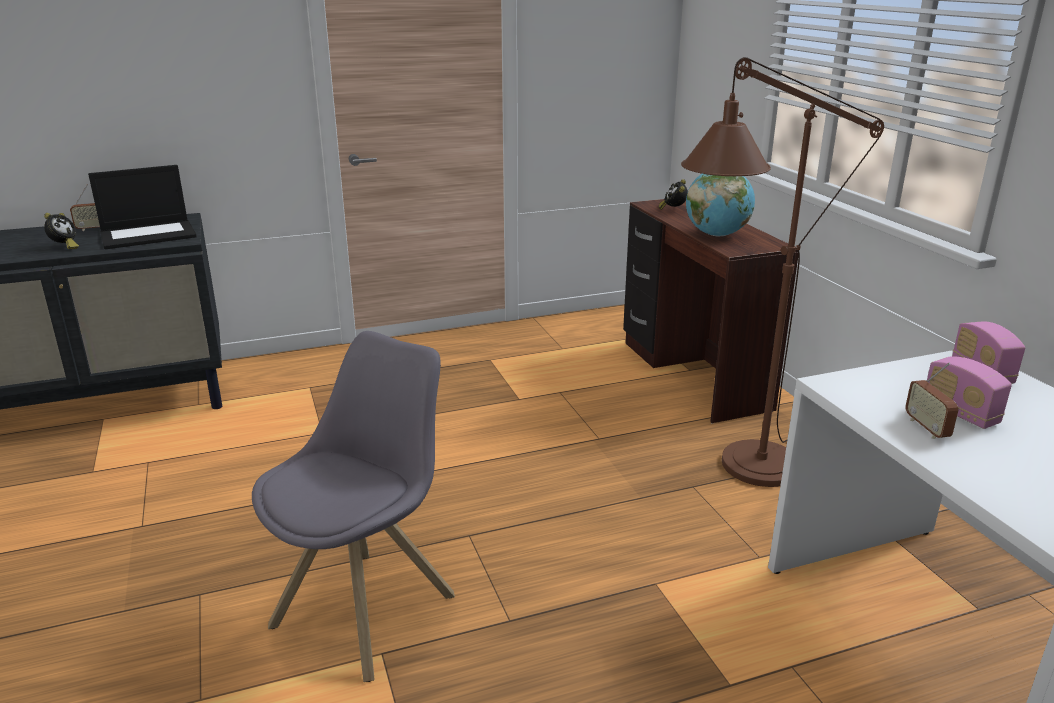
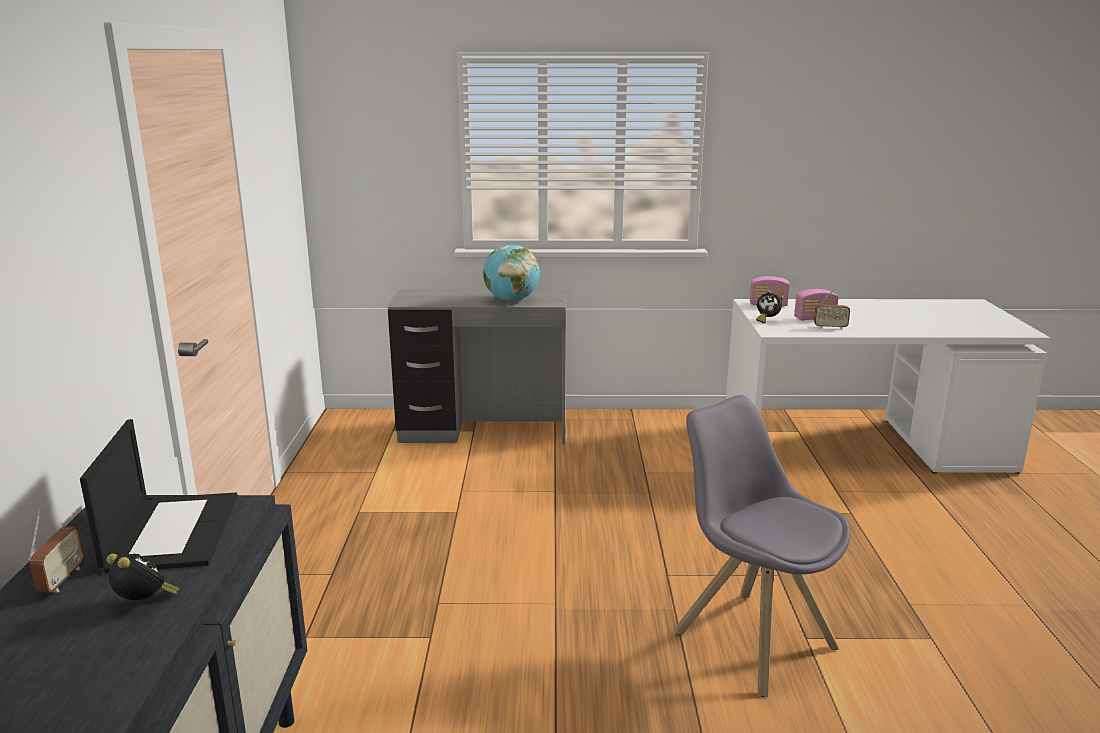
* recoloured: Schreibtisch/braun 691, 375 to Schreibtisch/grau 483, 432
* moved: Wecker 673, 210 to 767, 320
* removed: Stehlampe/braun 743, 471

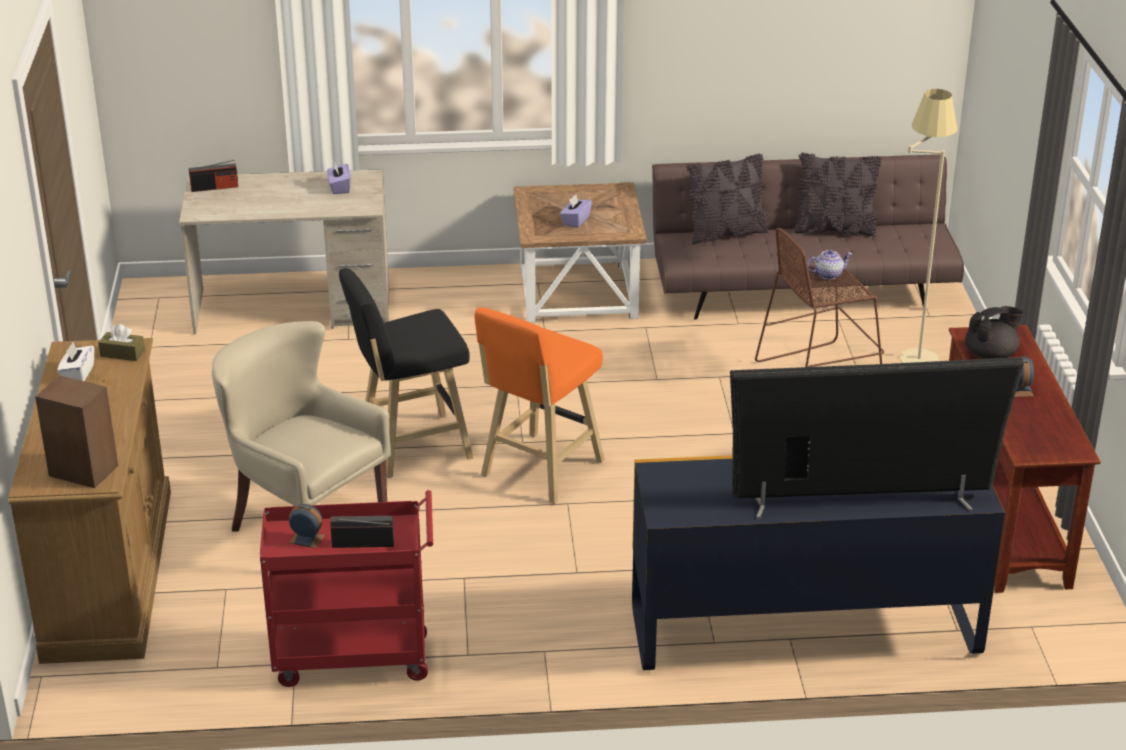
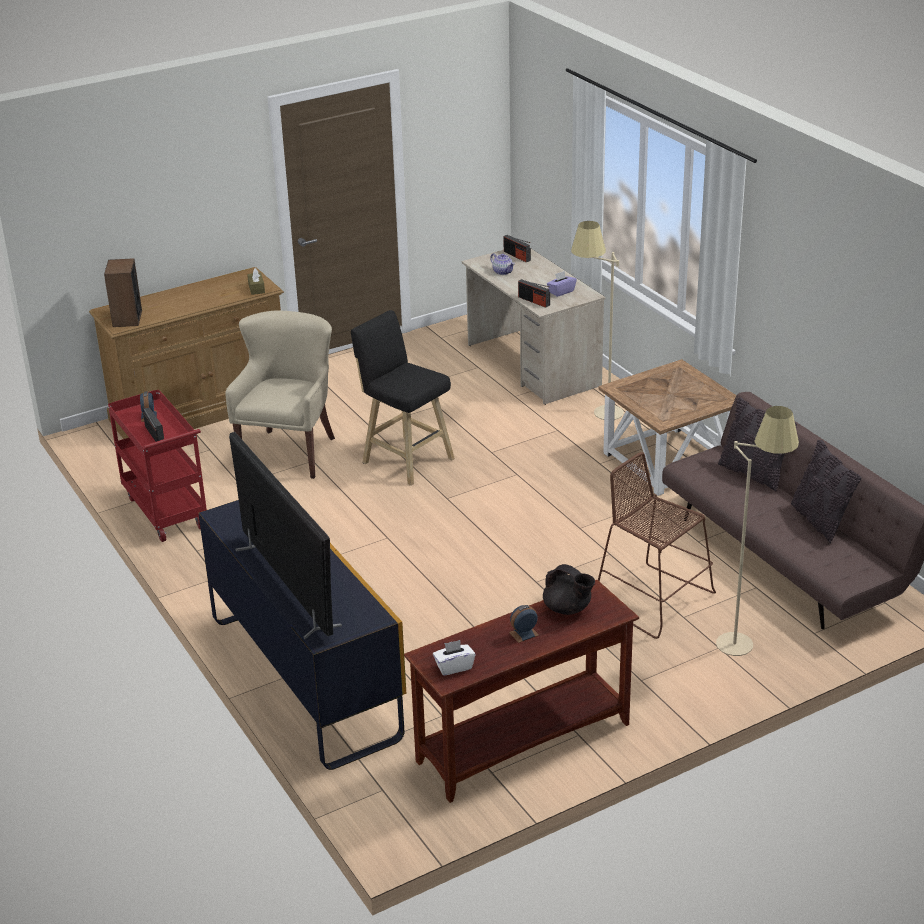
* moved: Taschentuchbox/weiß 78, 374 to 454, 667
* removed: Hocker/orange 539, 471
* removed: Taschentuchbox/lila 575, 221
* moved: Teekanne 828, 274 to 503, 272
* added: Radio 534, 301
* added: Stehlampe/beige 596, 416

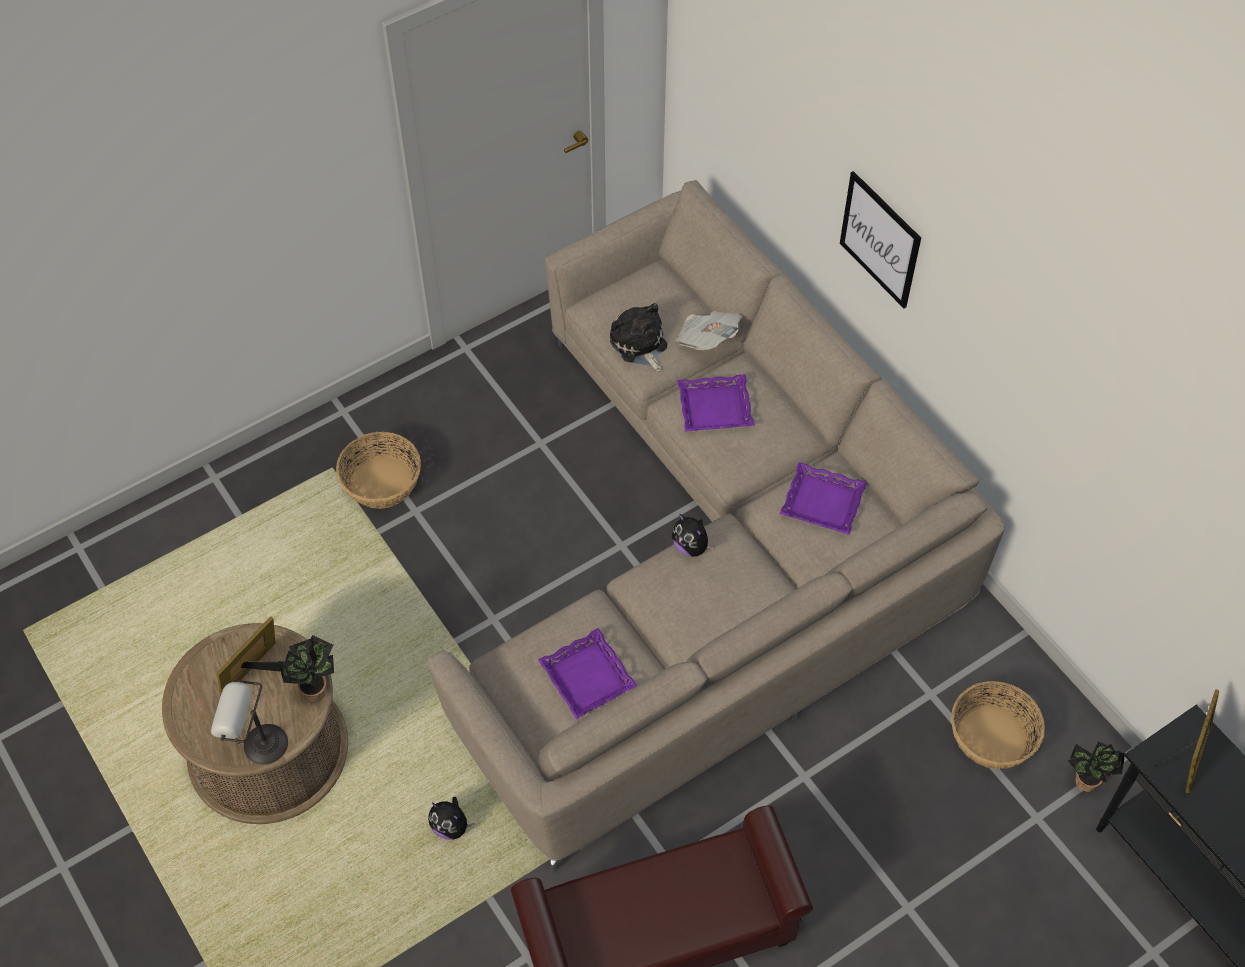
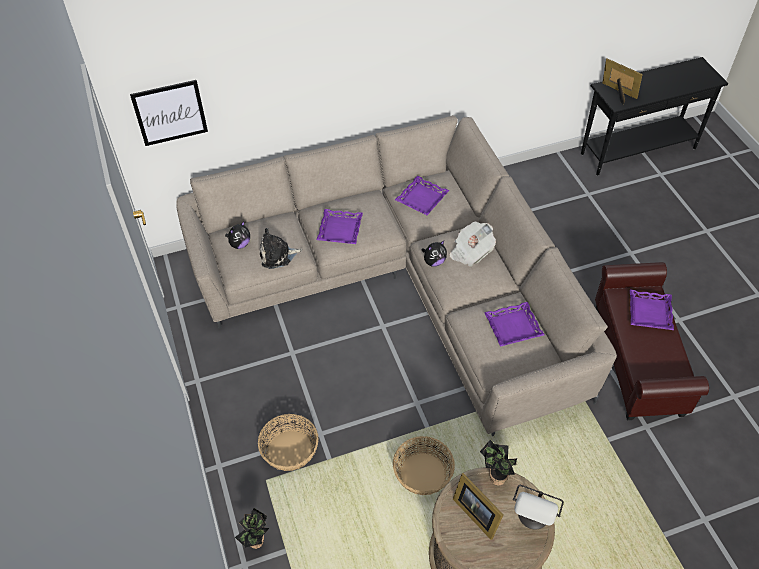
* moved: Plüschtier 451, 826 to 239, 244
* moved: Zeitung 707, 339 to 471, 252
* moved: Bild 880, 239 to 170, 113
* moved: Korb 991, 736 to 422, 473
* moved: Topfpflanze 1084, 784 to 257, 543
* added: Tablett/lila 649, 312

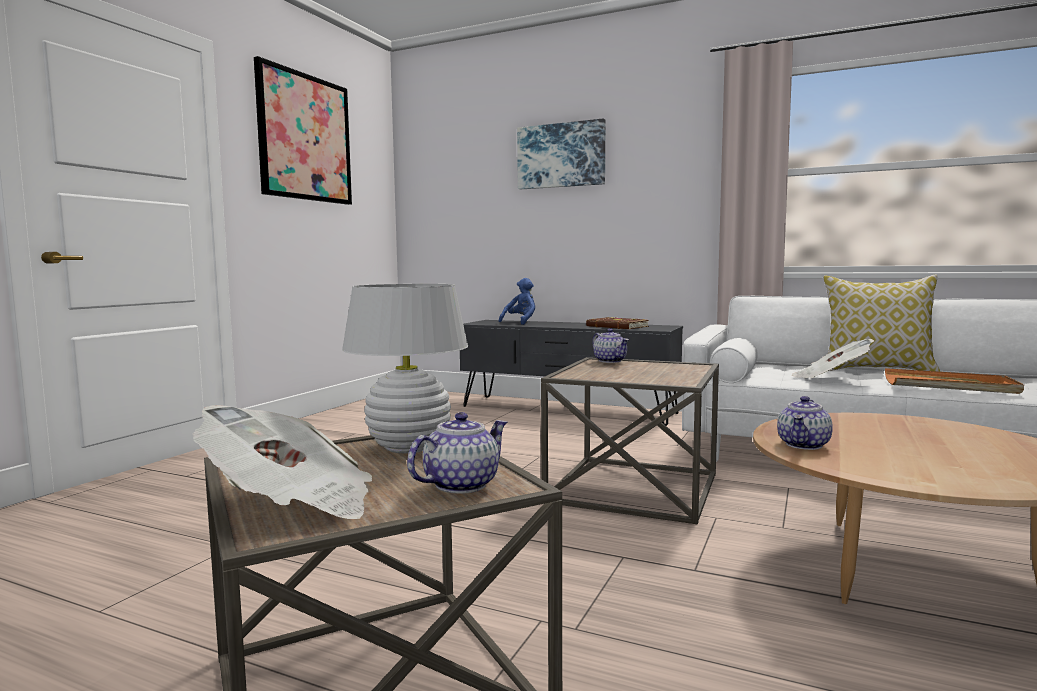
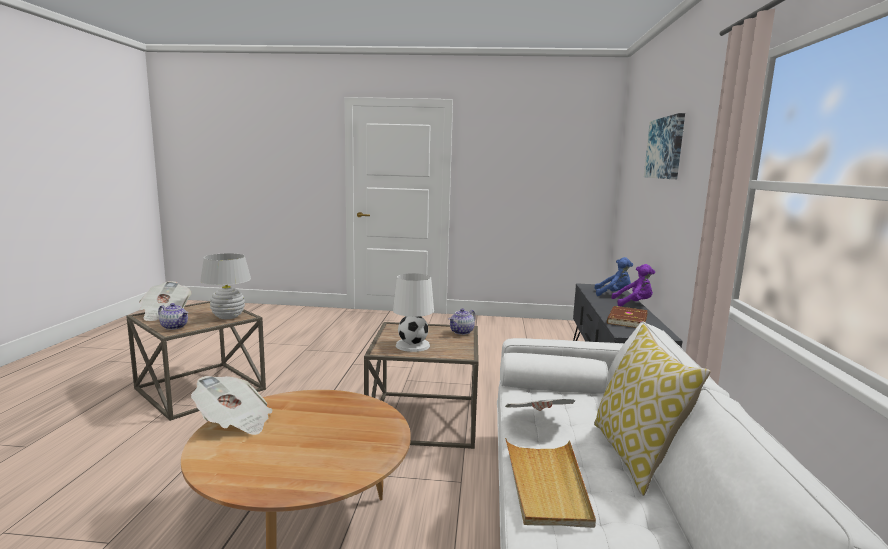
* removed: Bild 305, 137
* removed: Teekanne 804, 445
* recoloured: Tablett/orange 950, 385 to Tablett/beige 546, 484
* added: Zeitung 235, 422
* added: Tischlampe/weiß 413, 345
* added: Plüschtier/lila 633, 304

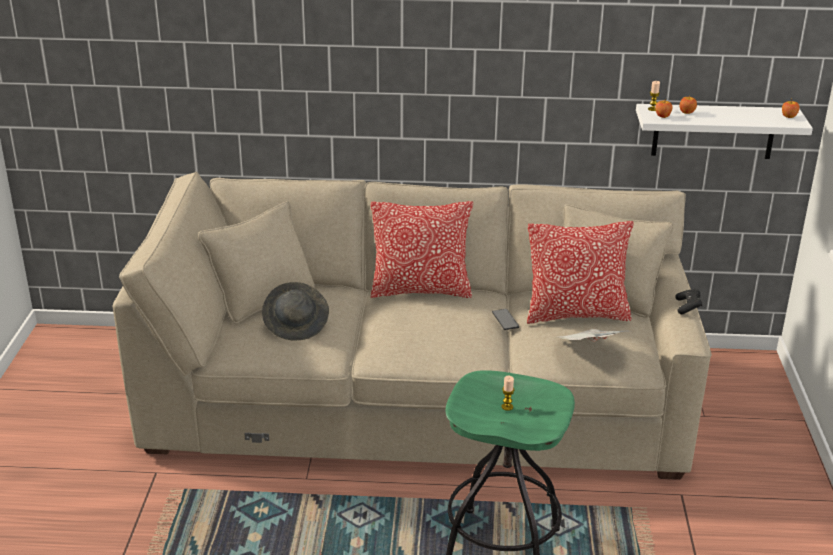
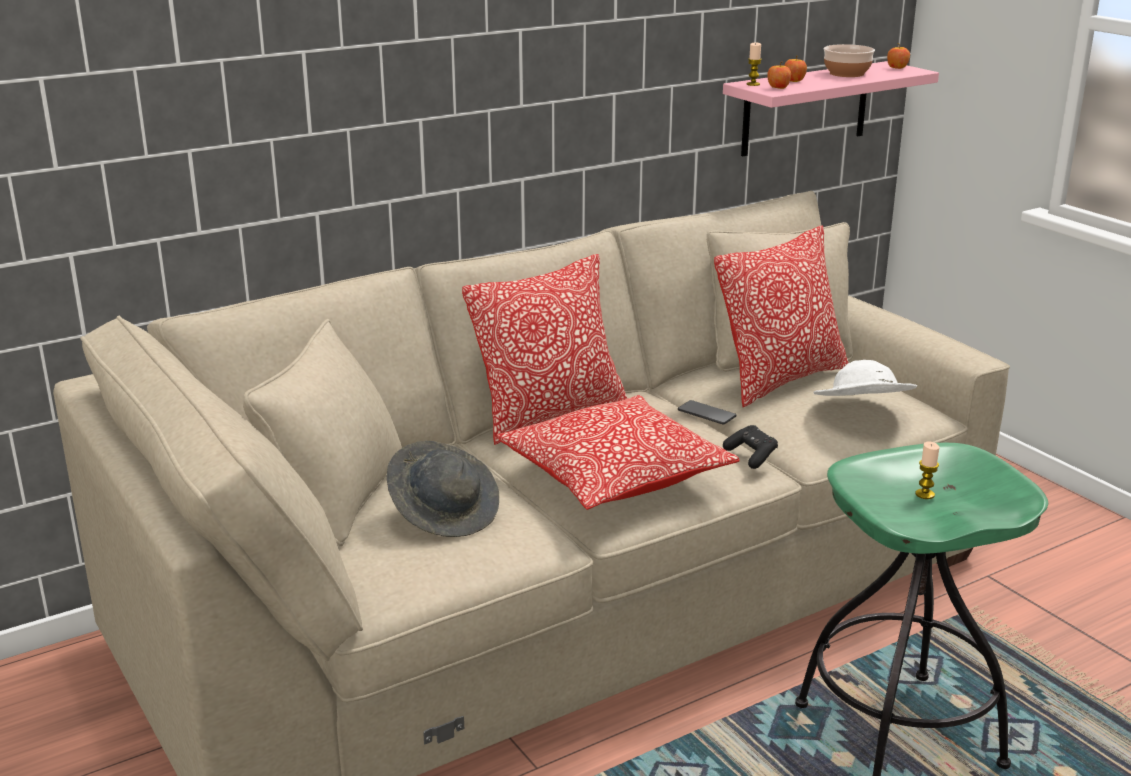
* replaced: Zeitung 591, 352 to Hut/weiß 861, 412
* recoloured: Wandregal/weiß 713, 131 to Wandregal/rosa 805, 108
* moved: Gamepad/schwarz 688, 307 to 751, 456
* added: Kissen 615, 476
* added: Schüssel 846, 73

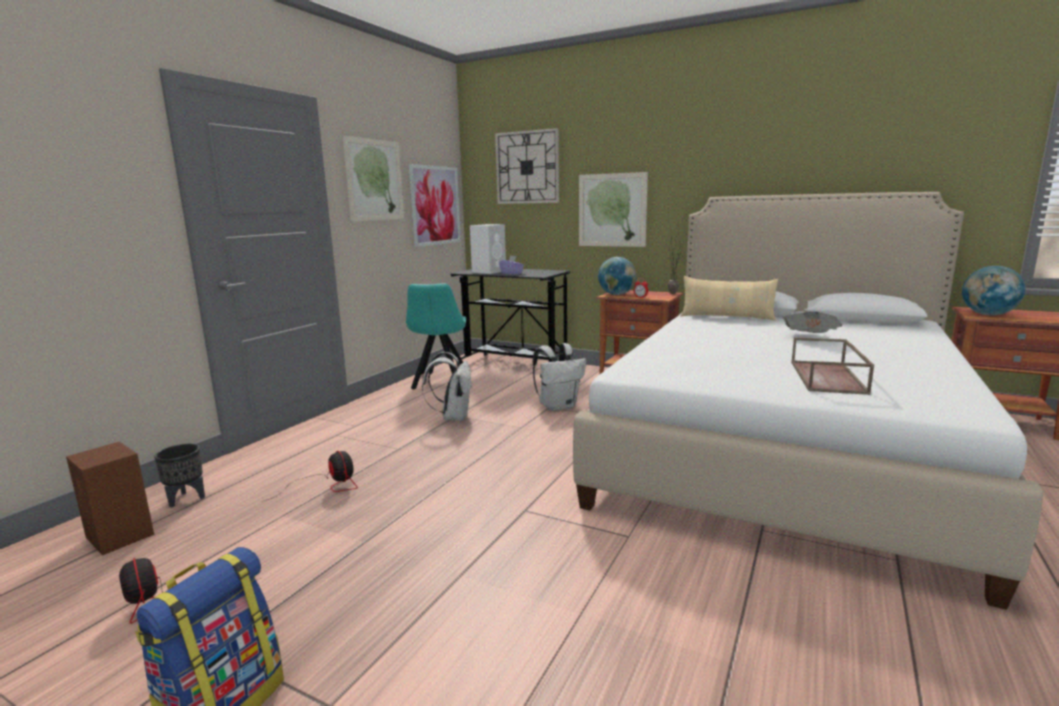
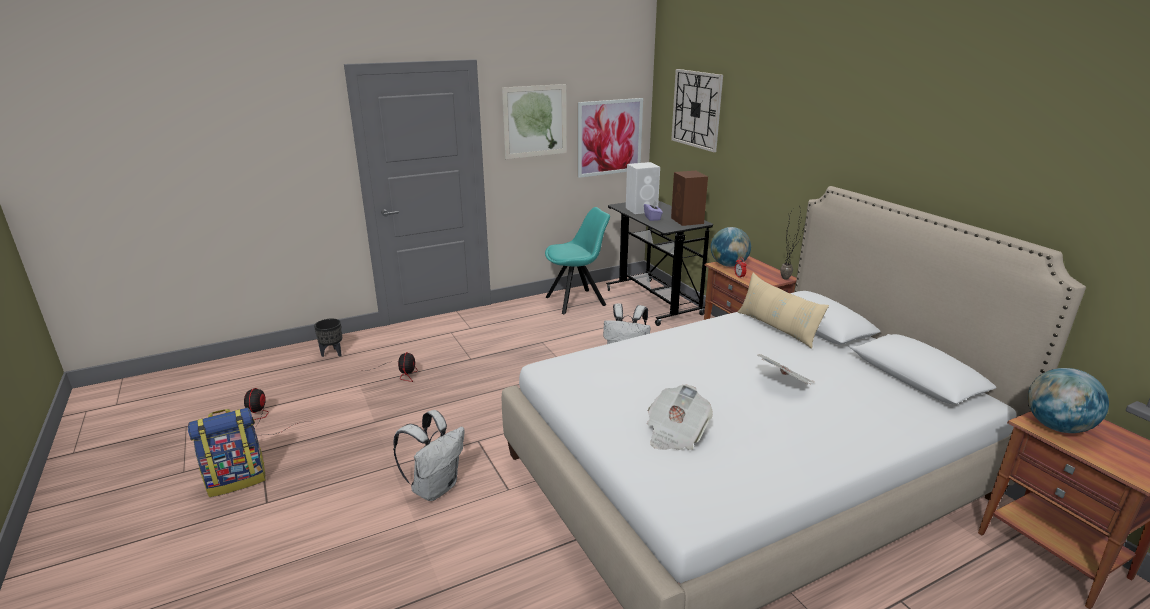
* moved: Lautsprecher/braun 120, 536 to 687, 221
* turned: Stuhl/türkis 440, 381 = 576, 301 150 degrees counterclockwise
* moved: Rucksack/weiß 453, 417 to 435, 487
* removed: Bild 612, 210
* replaced: Tablett/braun 828, 377 to Zeitung 675, 433

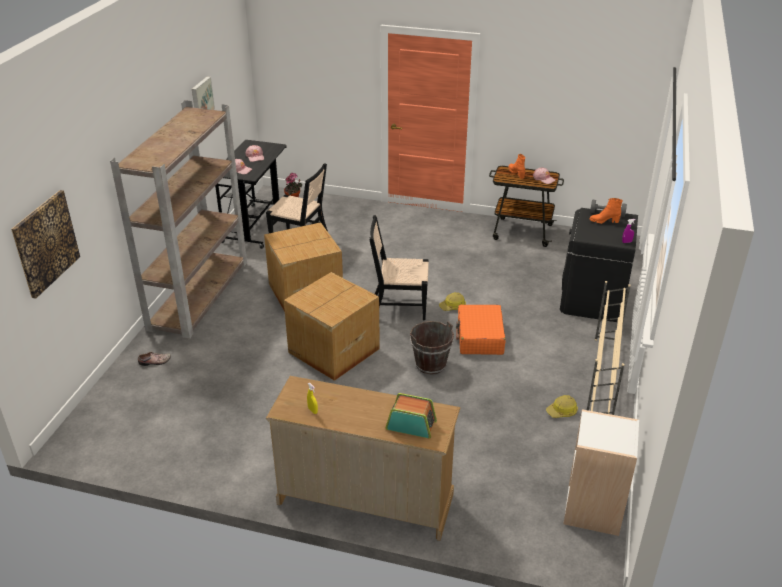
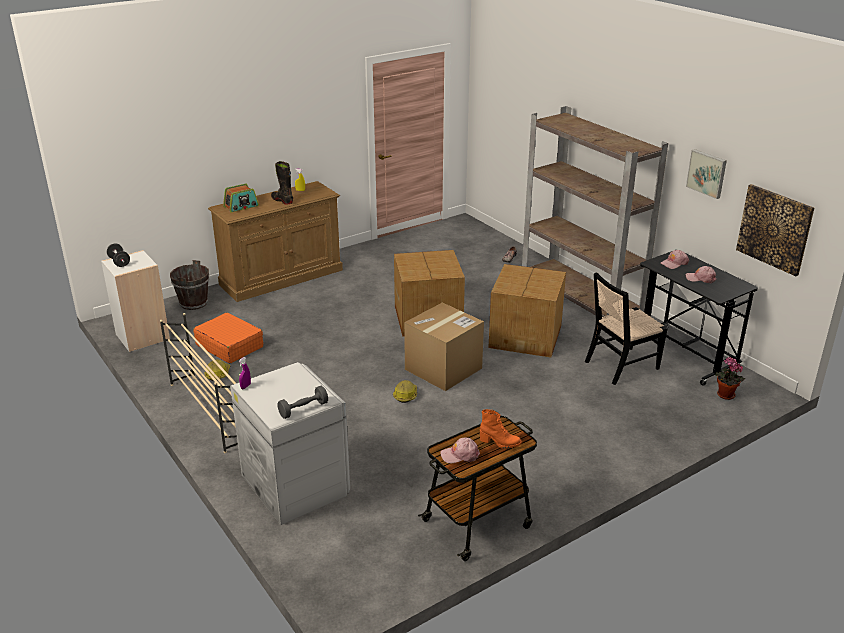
* moved: Bild 45, 243 to 774, 229
* replaced: Stuhl 399, 307 to Karton 443, 369
* moved: Eimer/braun 430, 365 to 193, 303
* moved: Koffer/orange 480, 337 to 229, 346
* recoloured: Waschmaschine/schwarz 591, 299 to Waschmaschine/weiß 296, 483
* removed: Stiefel/orange 604, 221
* added: Hantel/schwarz 119, 262
* added: Stiefel/schwarz 282, 200

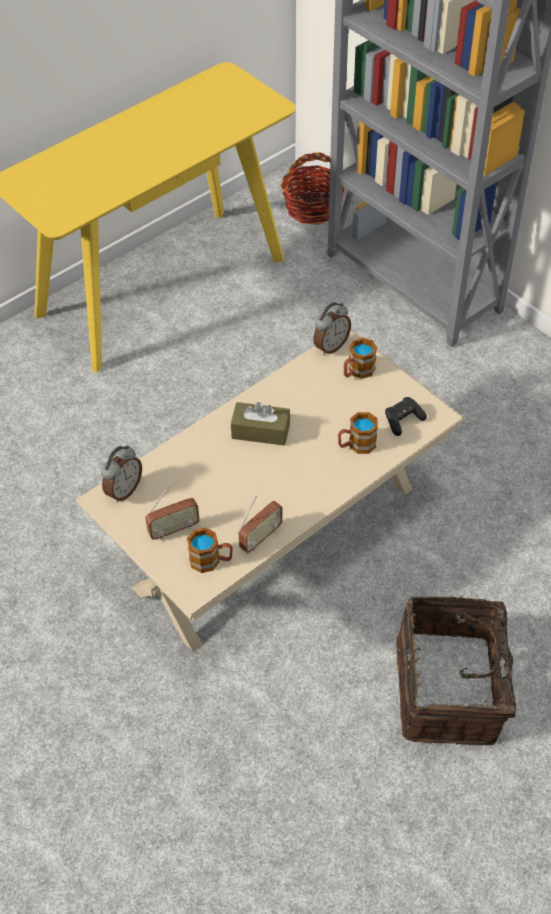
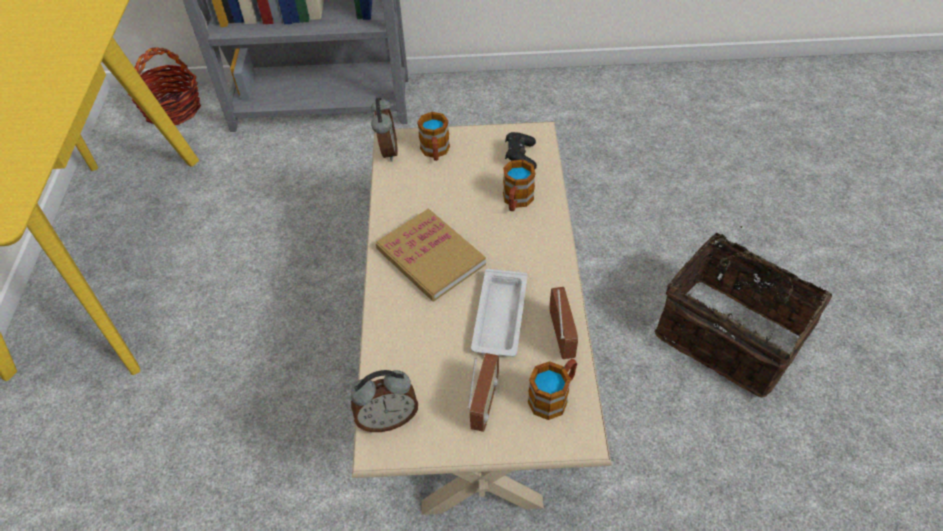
* turned: Wecker 123, 490 = 388, 419 90 degrees clockwise
* replaced: Taschentuchbox/braun 260, 431 to Buch 430, 257
* added: Tablett/weiß 499, 318

